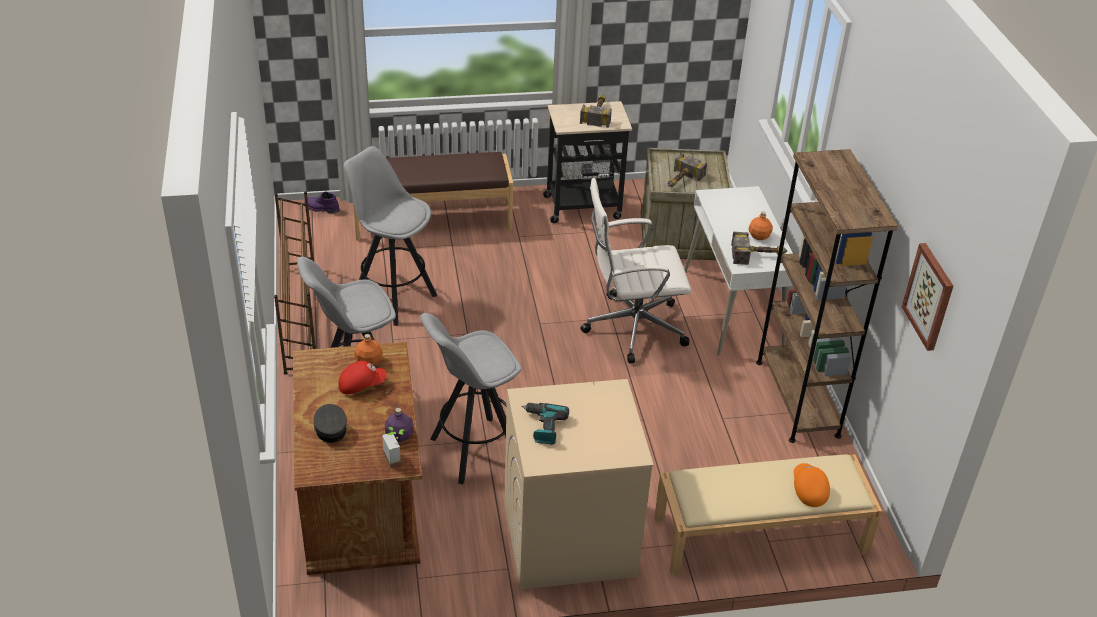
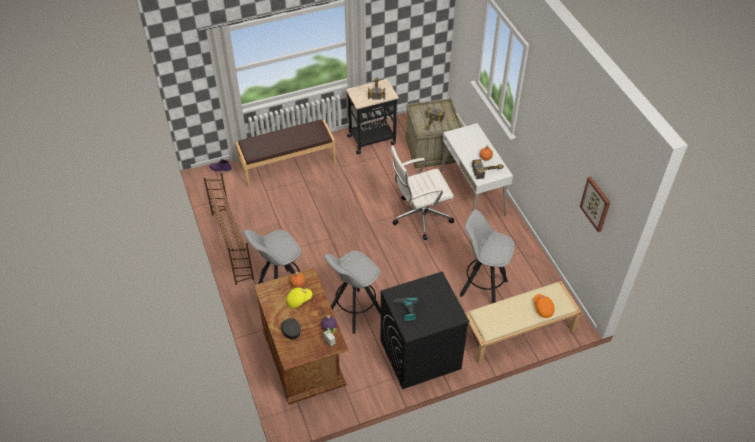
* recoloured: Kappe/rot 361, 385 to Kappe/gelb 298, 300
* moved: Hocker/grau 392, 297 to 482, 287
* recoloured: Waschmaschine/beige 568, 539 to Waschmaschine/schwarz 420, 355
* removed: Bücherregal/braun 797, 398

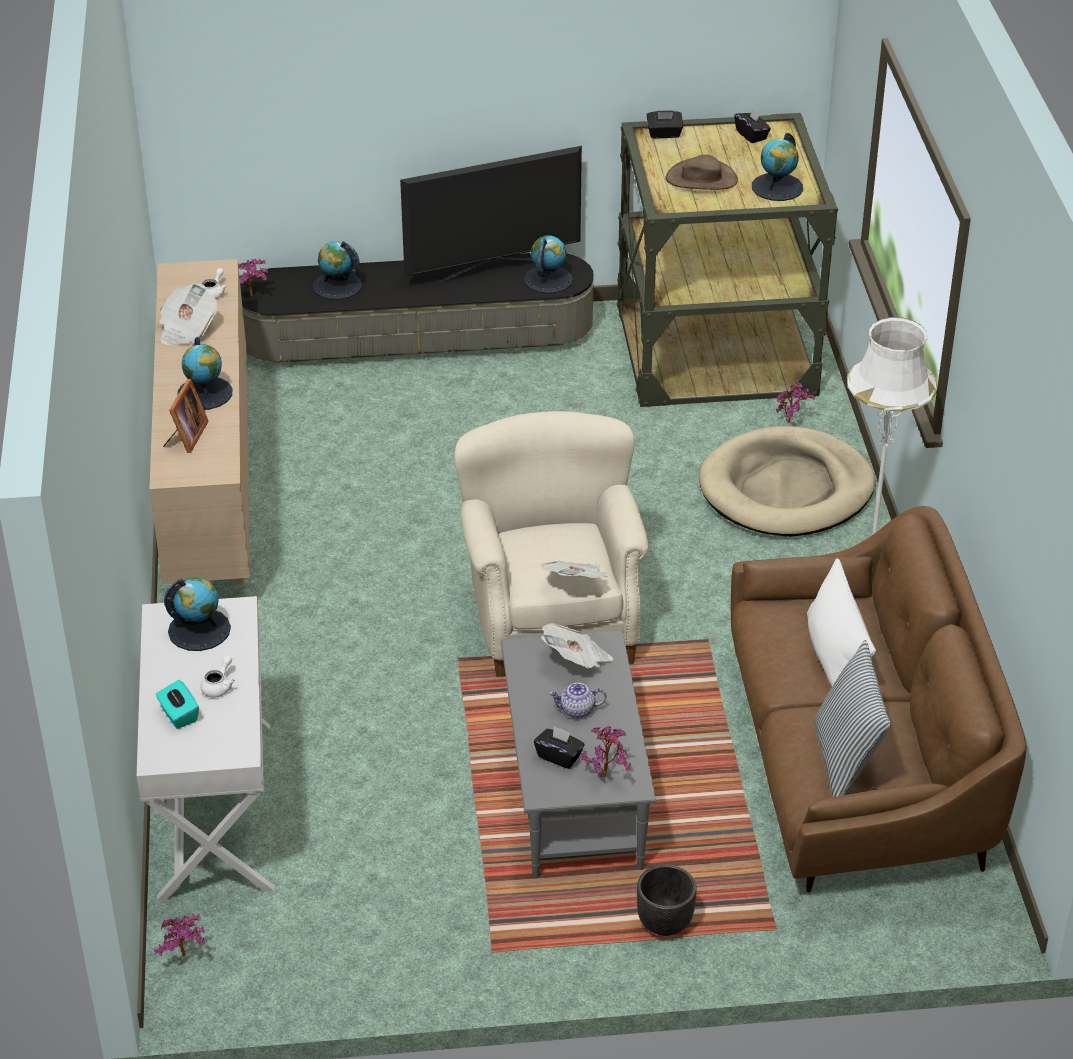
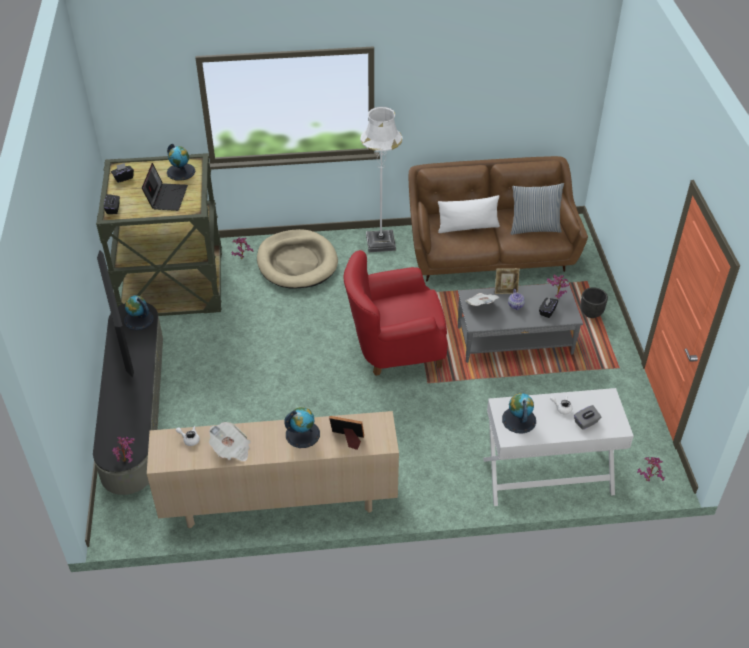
* recoloured: Taschentuchbox/türkis 178, 715 to Taschentuchbox/grau 586, 422
* removed: Globus 337, 286
* recoloured: Sessel/beige 552, 617 to Sessel/rot 394, 347
* removed: Zeitung 576, 583
* replaced: Hut/braun 701, 179 to Laptop 166, 197
* added: Bilderrahmen 506, 290

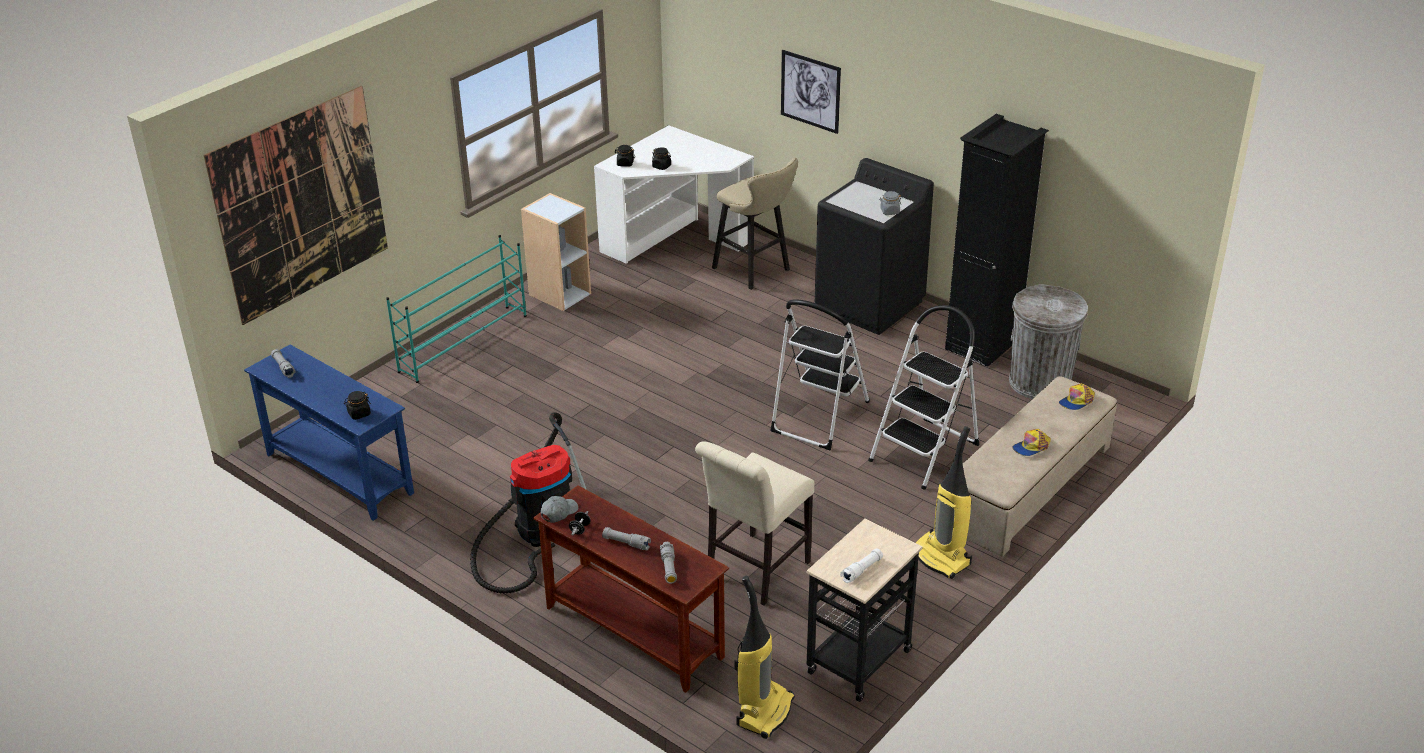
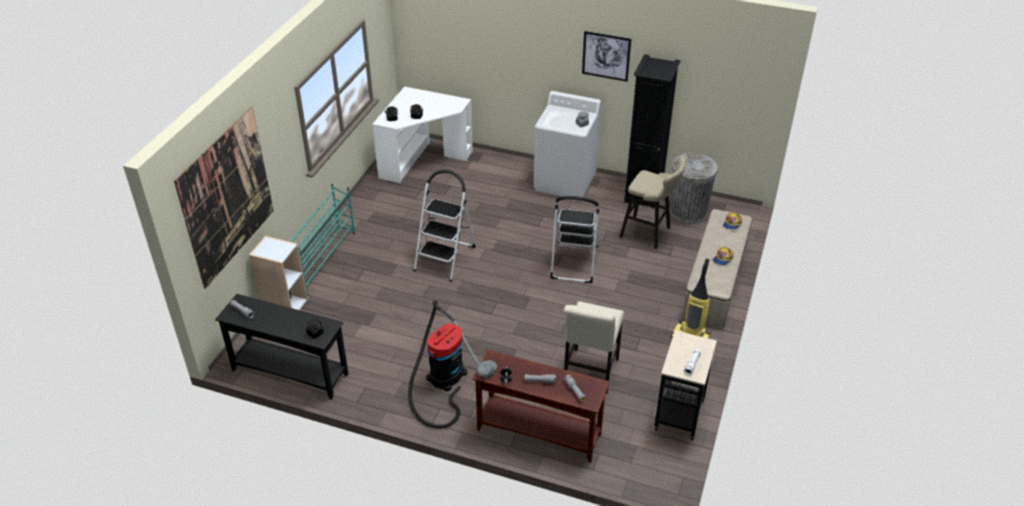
* recoloured: Konsolentisch/blau 338, 474 to Konsolentisch/schwarz 289, 372
* moved: Bücherregal 559, 294 to 284, 304
* moved: Hocker/beige 756, 272 to 650, 234
* removed: Staubsauger 764, 711
* moved: Bild 810, 91 to 606, 56
* recoloured: Waschmaschine/schwarz 870, 305 to Waschmaschine/weiß 565, 181
* moved: Trittleiter 927, 452 to 446, 258

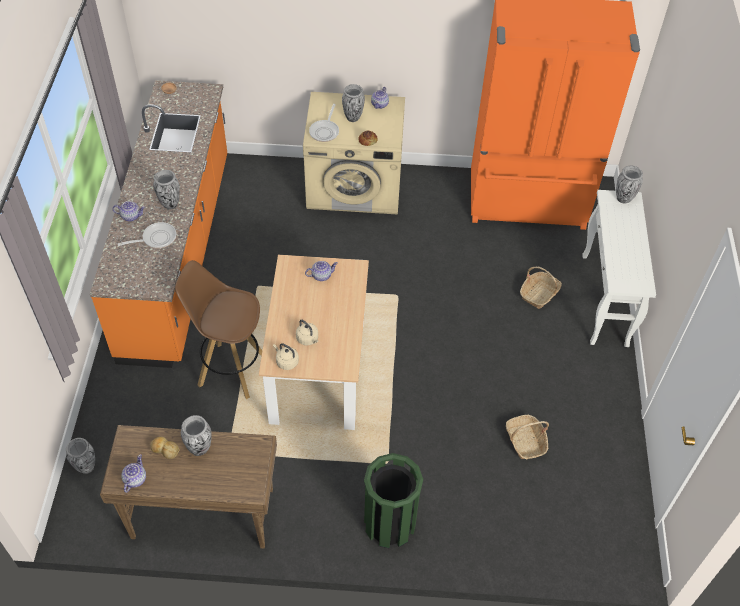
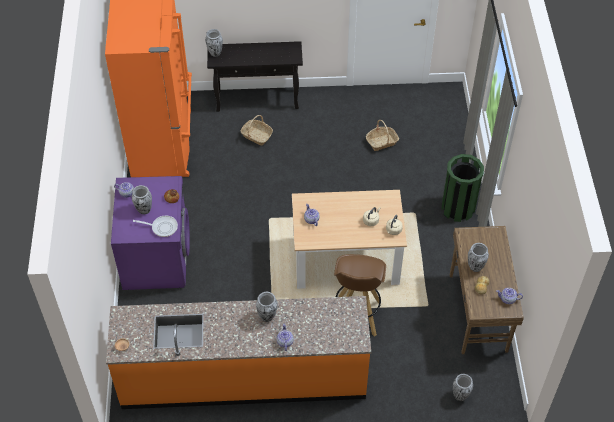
* removed: Pfanne 156, 238
* recoloured: Waschmaschine/beige 355, 190 to Waschmaschine/lila 157, 256
* recoloured: Konsolentisch/weiß 605, 300 to Konsolentisch/schwarz 258, 100

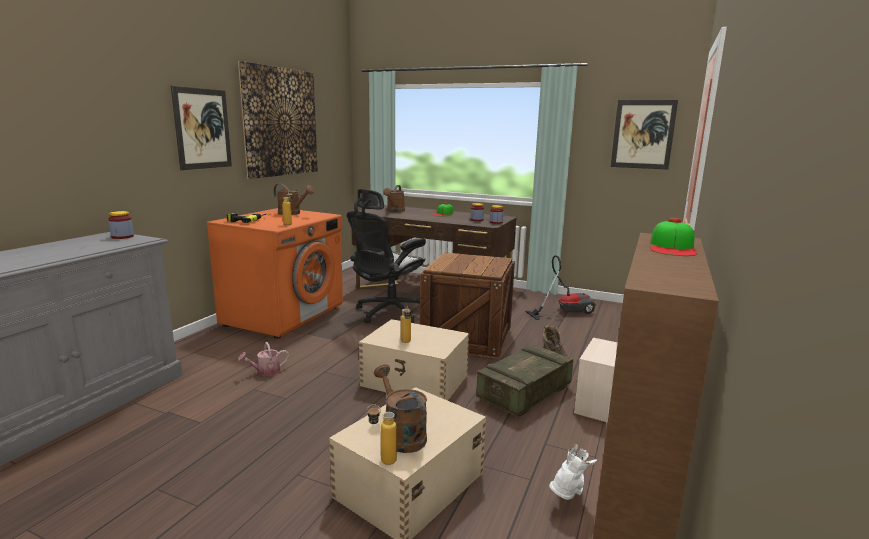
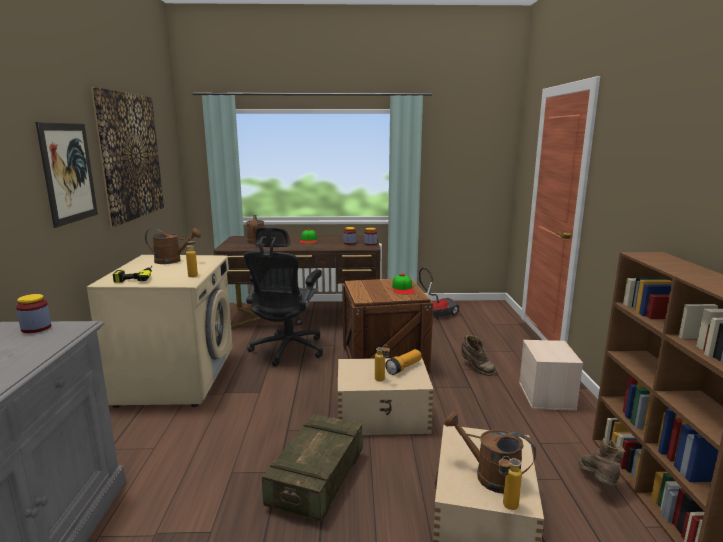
* recoloured: Waschmaschine/orange 286, 316 to Waschmaschine/beige 179, 378
* removed: Gießkanne 265, 371
* moved: Kiste 524, 393 to 316, 479
* recoloured: Stiefel/weiß 568, 496 to Stiefel/braun 598, 483
* removed: Bild 643, 134
* moved: Kappe 672, 247 to 403, 289
* added: Taschenlampe 404, 368

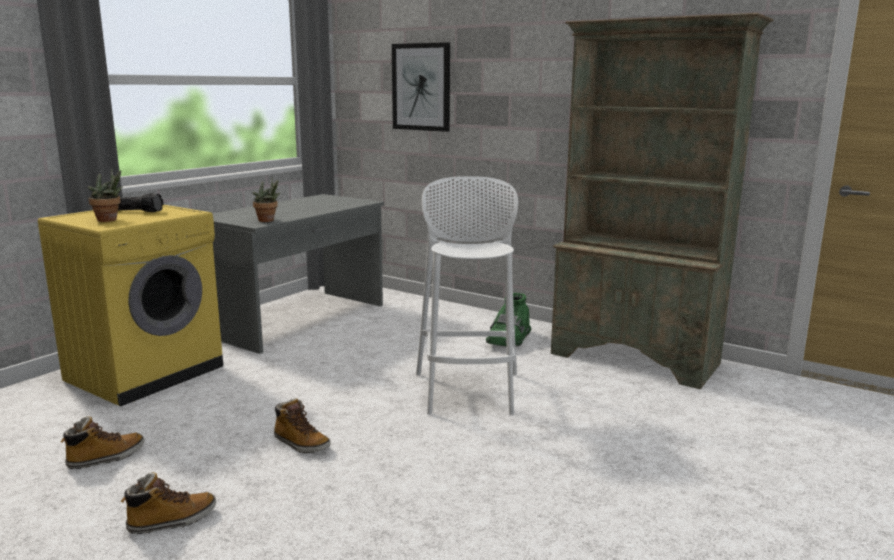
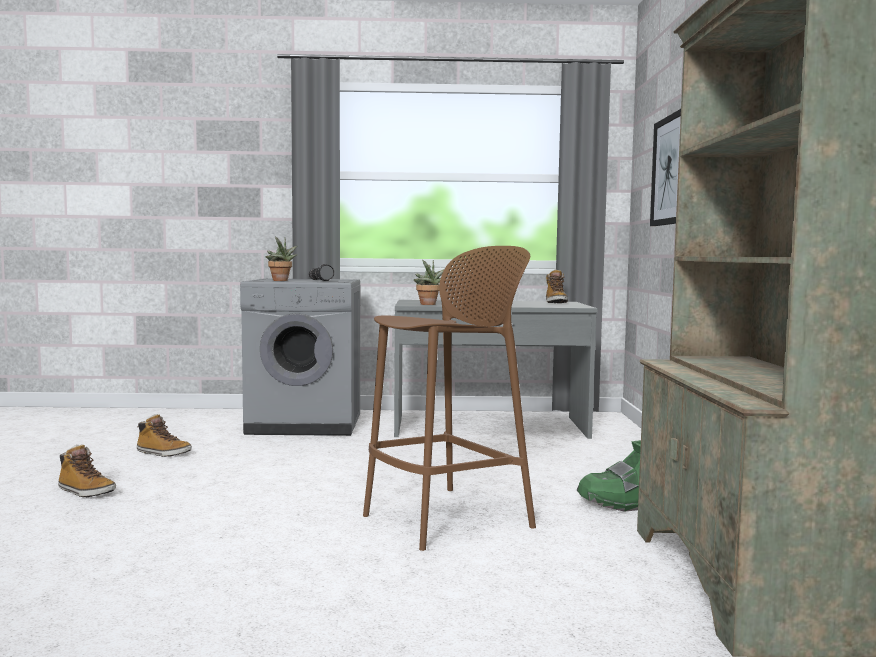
* recoloured: Waschmaschine/gelb 147, 374 to Waschmaschine/grau 305, 425
* moved: Stiefel 301, 444 to 555, 302
* recoloured: Hocker/weiß 468, 391 to Hocker/braun 447, 518

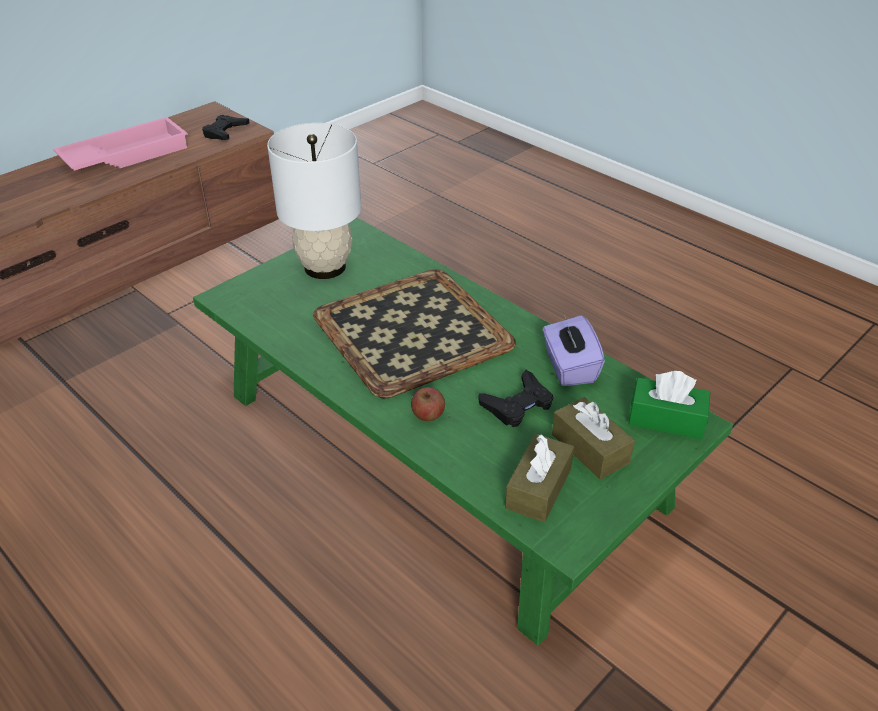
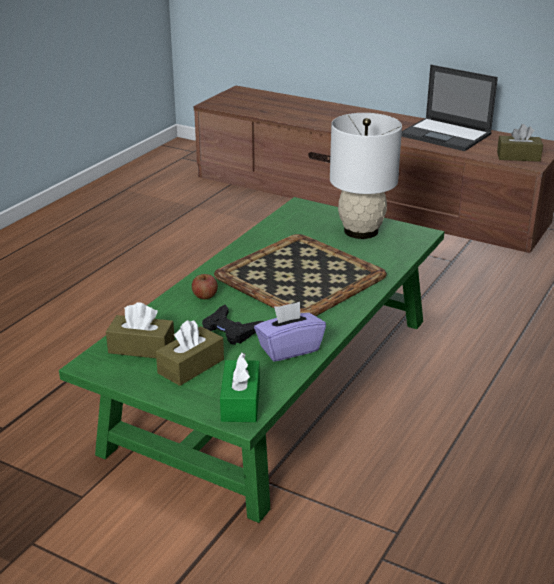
* replaced: Tablett/rosa 125, 155 to Laptop 446, 135
* replaced: Gamepad/schwarz 225, 132 to Taschentuchbox/braun 518, 156

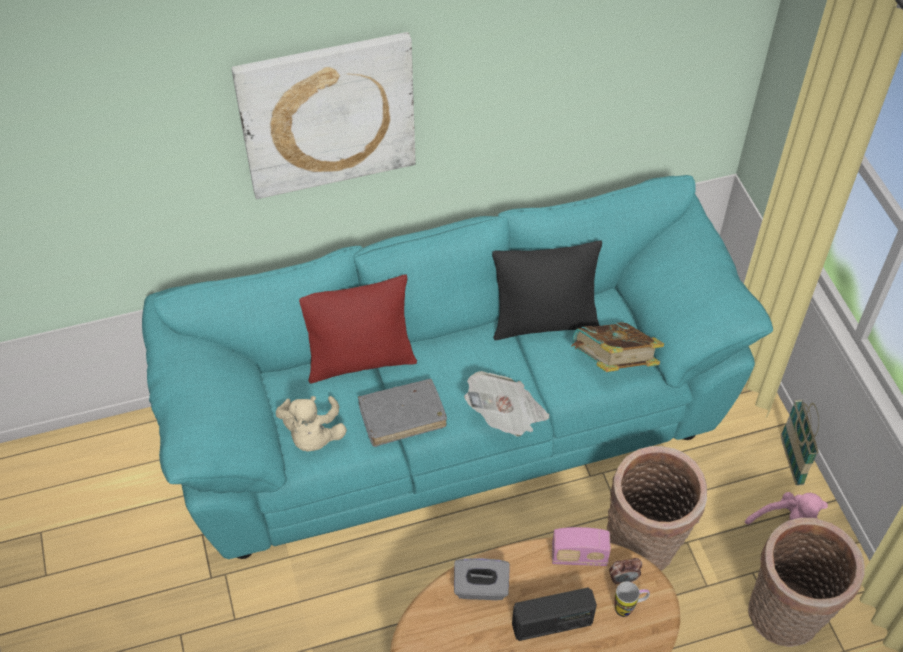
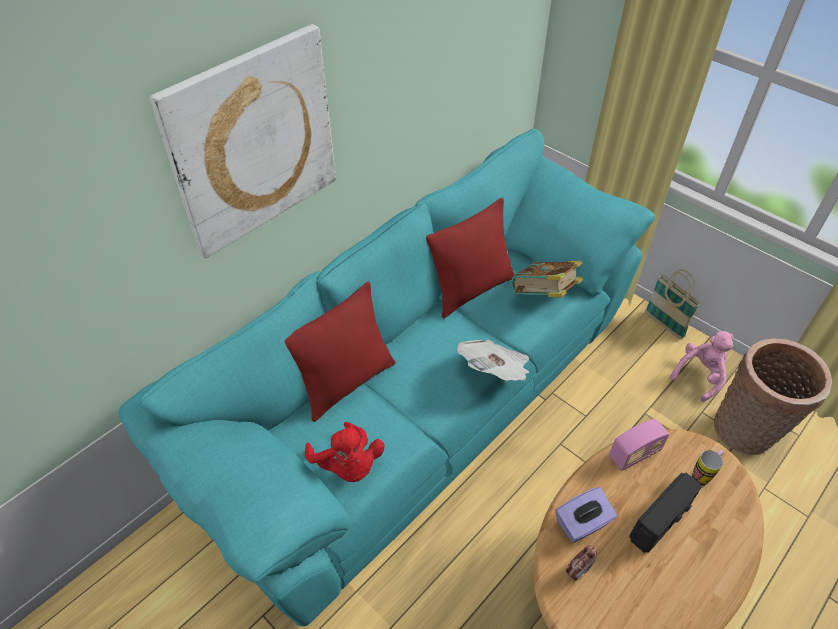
* recoloured: Plüschtier/beige 312, 435 to Plüschtier/rot 348, 465
* removed: Buch/grau 402, 417
* recoloured: Taschentuchbox/grau 481, 588 to Taschentuchbox/lila 582, 524
* recoloured: Kissen/schwarz 544, 323 to Kissen/rot 471, 290
* removed: Korb 644, 547
* moved: Wecker 623, 579 to 577, 571

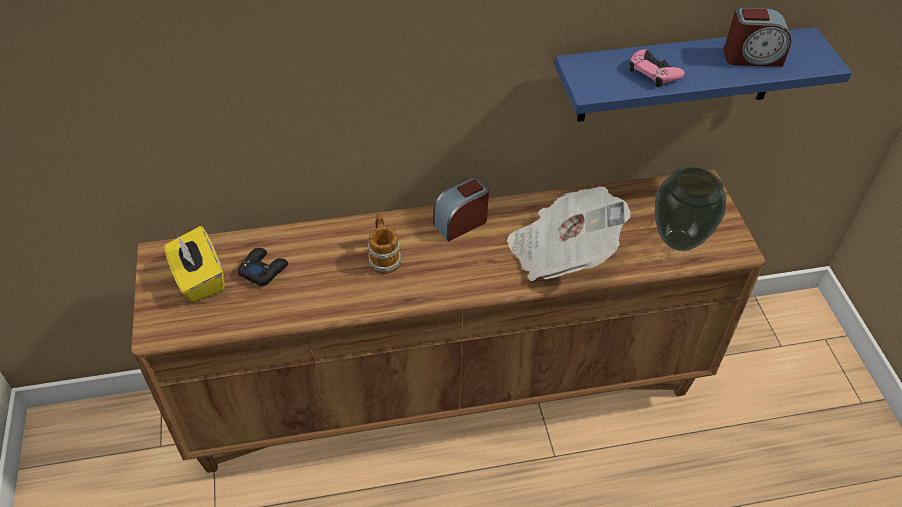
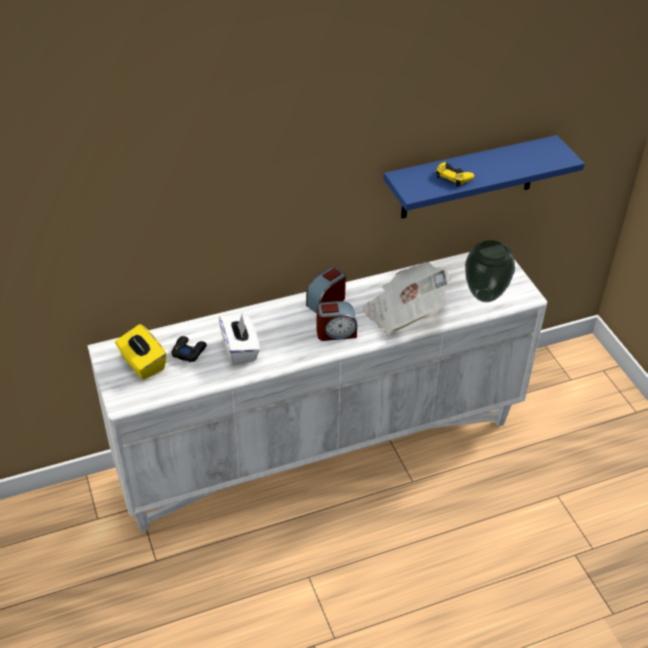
* recoloured: Kommode/braun 446, 399 to Kommode/weiß 320, 452
* removed: Henkelbecher 383, 257
* recoloured: Gamepad/rosa 653, 72 to Gamepad/gelb 453, 177
* moved: Wecker 752, 57 to 336, 332
* added: Taschentuchbox/weiß 240, 349

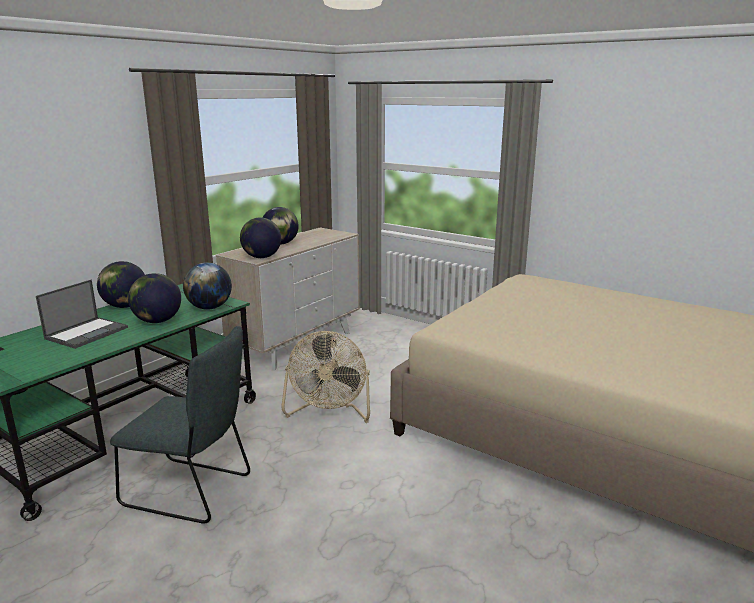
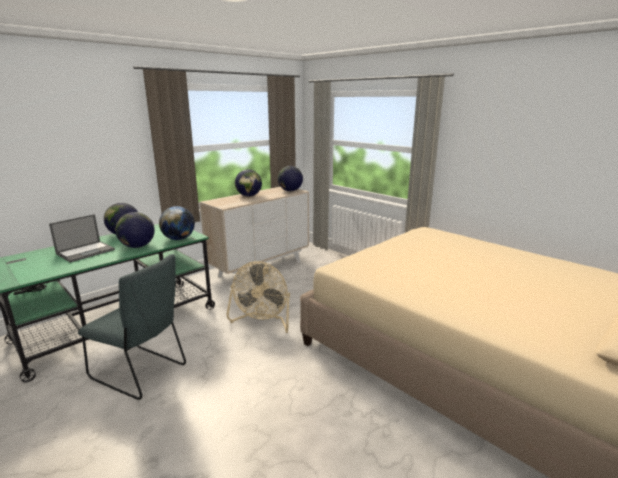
* moved: Globus 261, 257 to 290, 191

